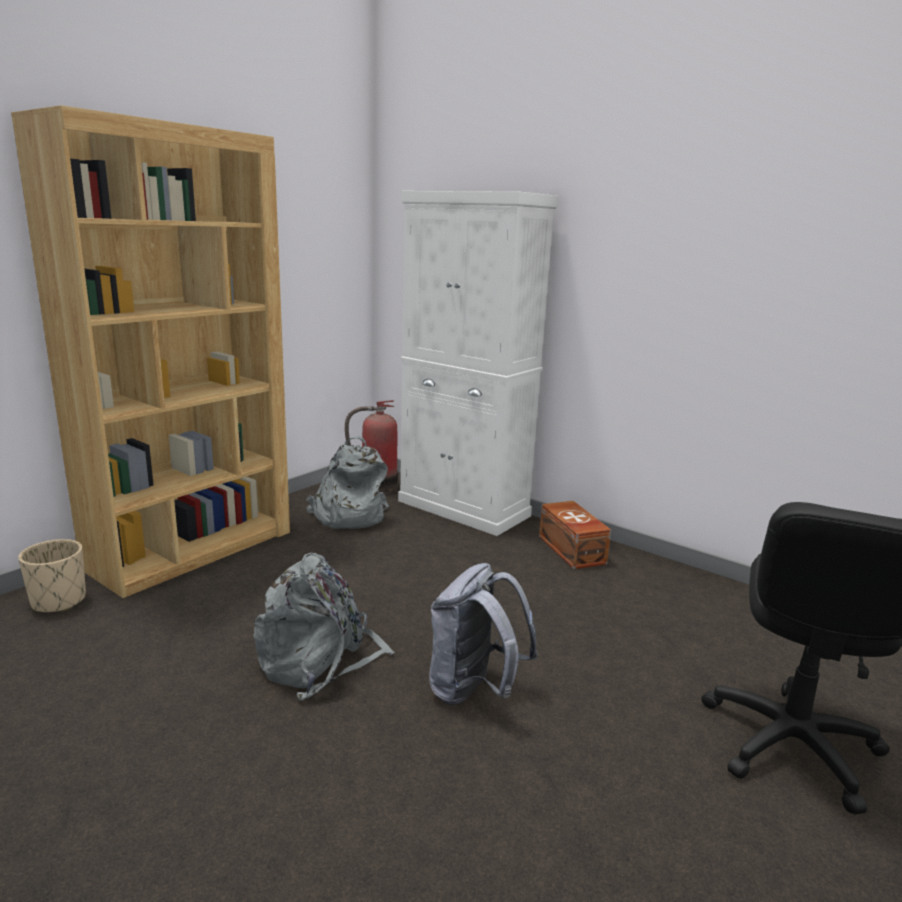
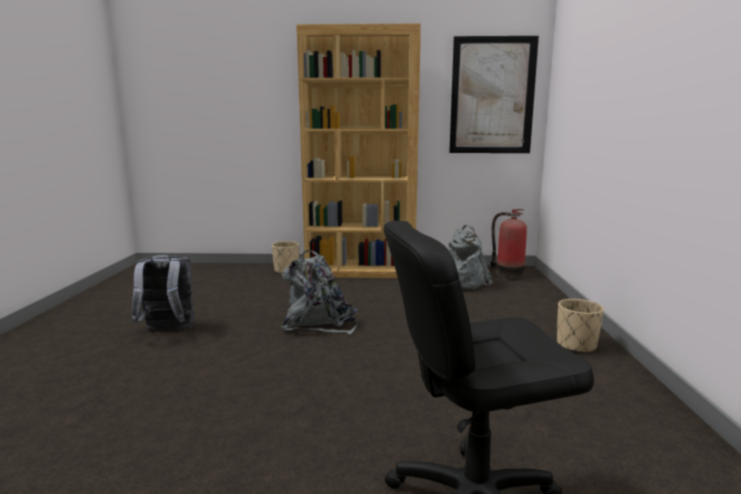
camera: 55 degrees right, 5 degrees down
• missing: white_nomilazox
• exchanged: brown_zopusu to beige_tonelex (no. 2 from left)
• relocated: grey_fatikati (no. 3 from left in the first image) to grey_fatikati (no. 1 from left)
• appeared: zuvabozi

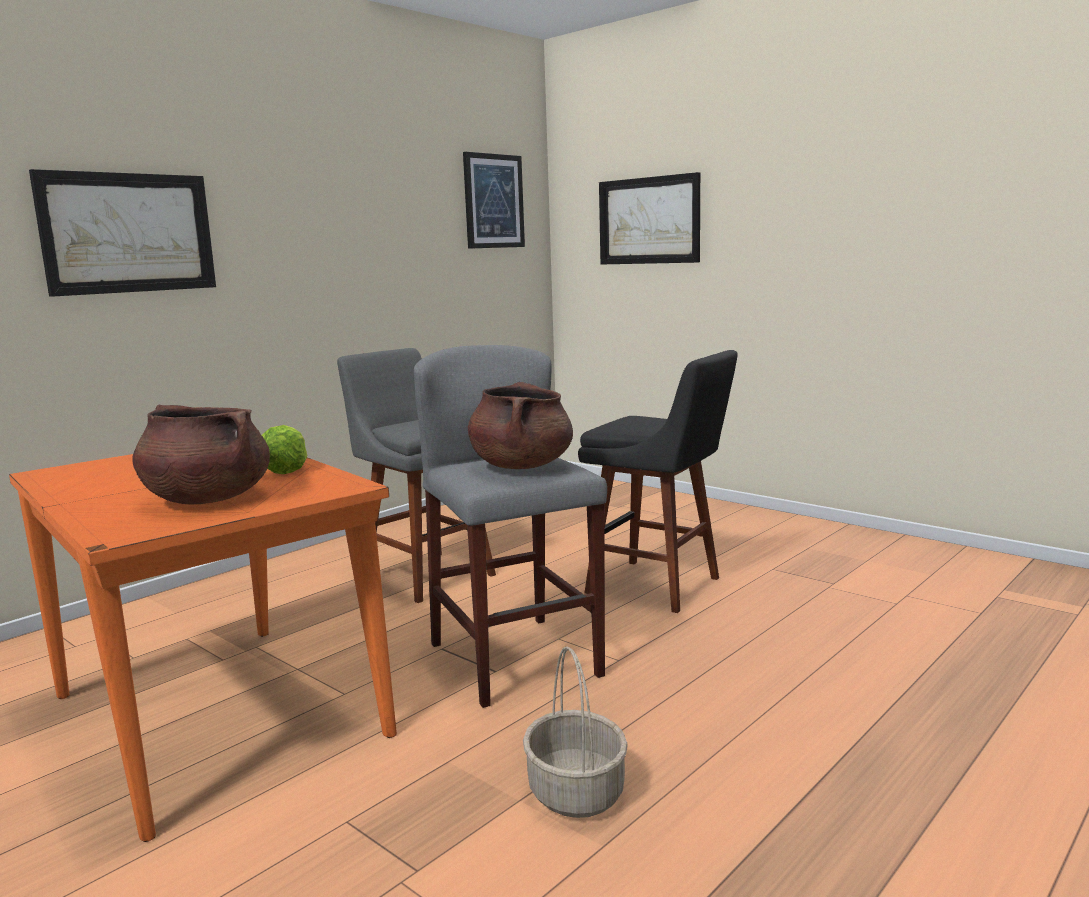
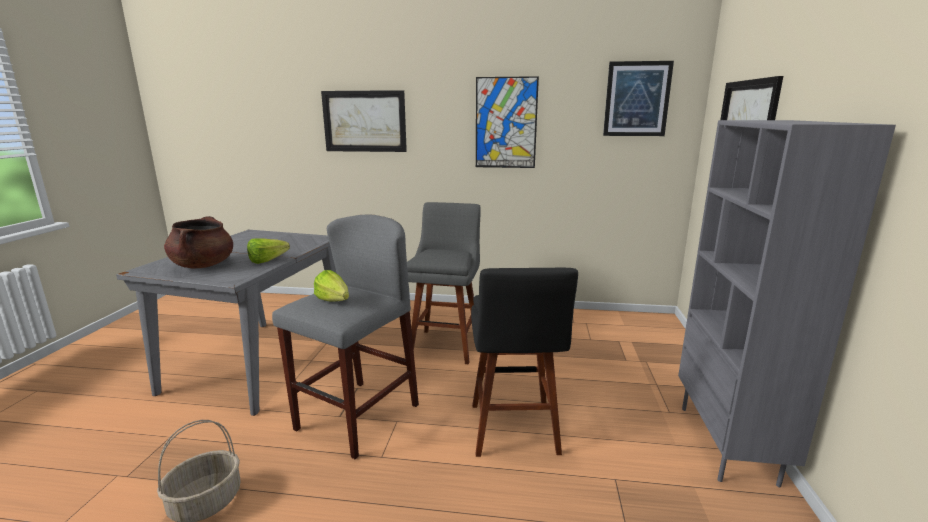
camera: 55 degrees right, 5 degrees up
• exchanged: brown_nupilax (no. 2 from left) to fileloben (no. 2 from left)
• colour: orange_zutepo to grey_zutepo
• appeared: zuvabozi (no. 2 from left)
• appeared: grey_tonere

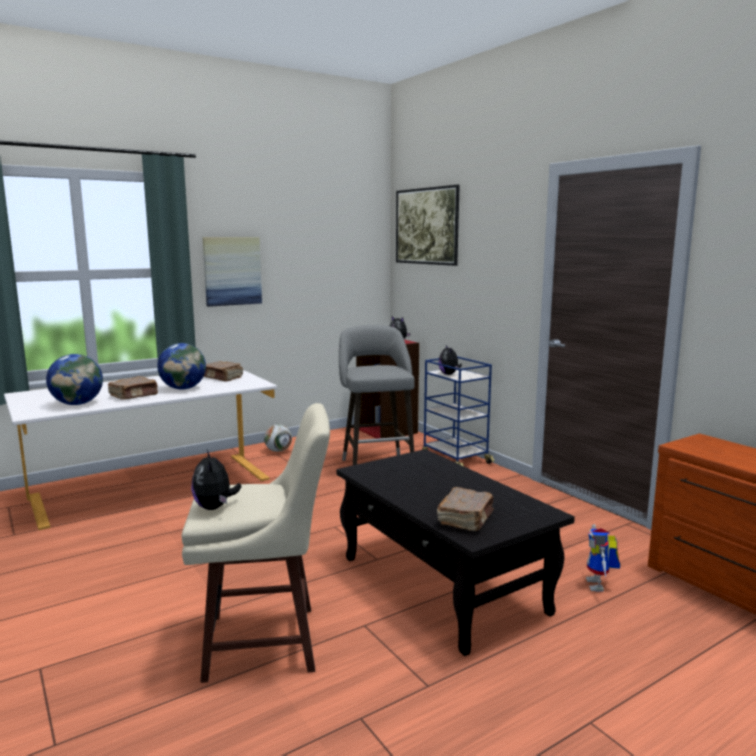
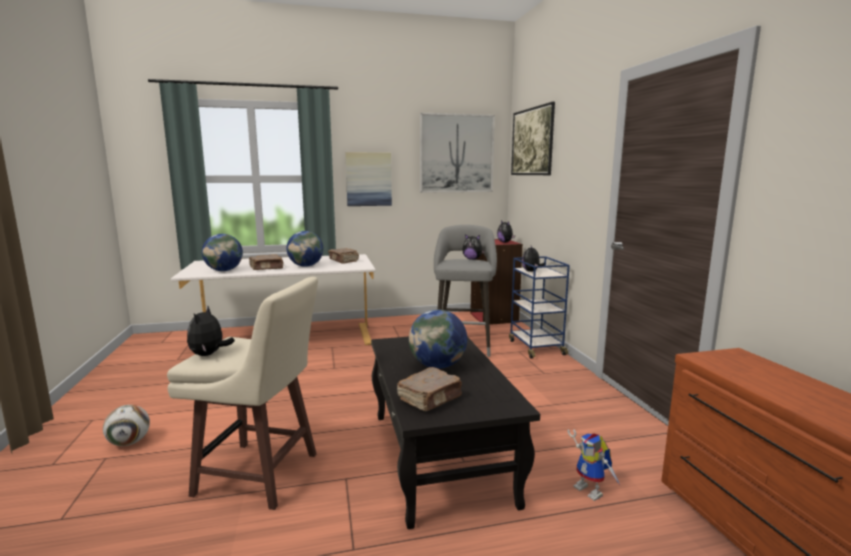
camera: 20 degrees right, 0 degrees up
• relocated: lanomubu
• spun: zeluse 60 degrees counterclockwise
• appeared: zuvabozi (no. 2 from left)
• appeared: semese (no. 2 from left)
• appeared: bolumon (no. 3 from left)

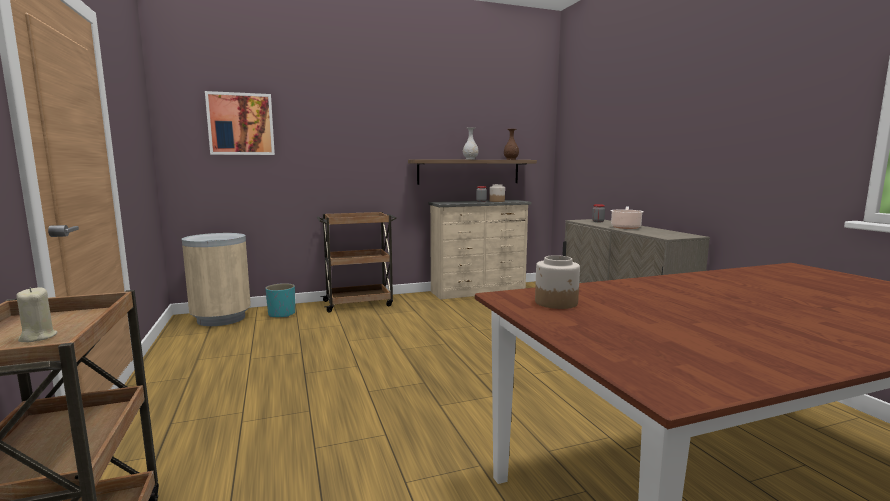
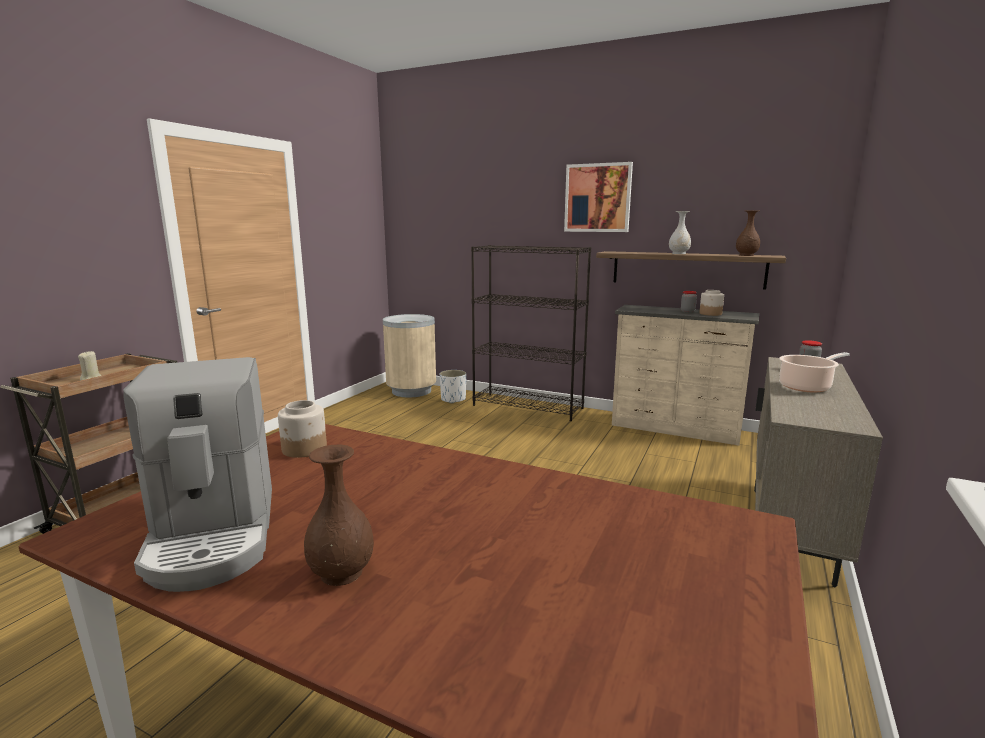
camera: 45 degrees right, 5 degrees up
• relocated: zuvabozi
• exchanged: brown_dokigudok (no. 2 from left) to black_tonere
• colour: turquoise_tonelex to white_tonelex
• appeared: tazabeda
• appeared: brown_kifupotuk (no. 1 from left)

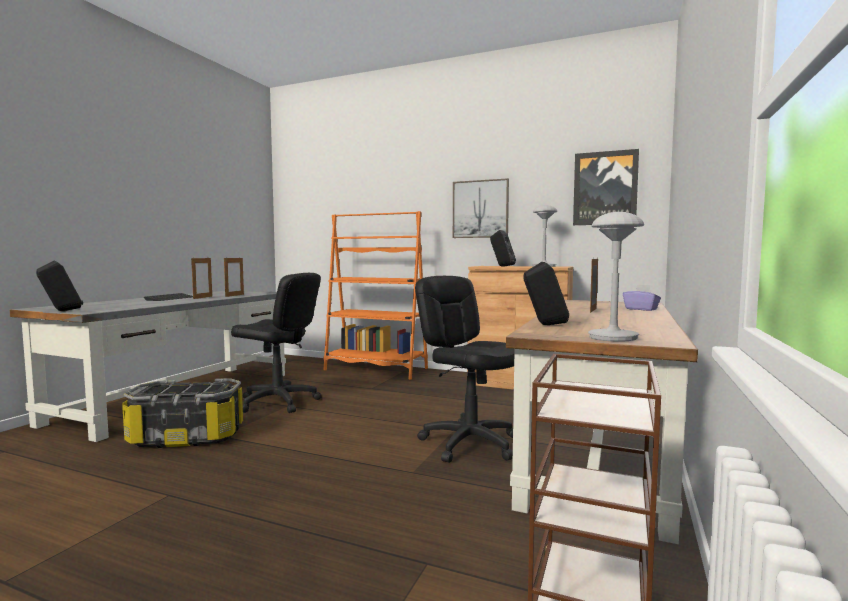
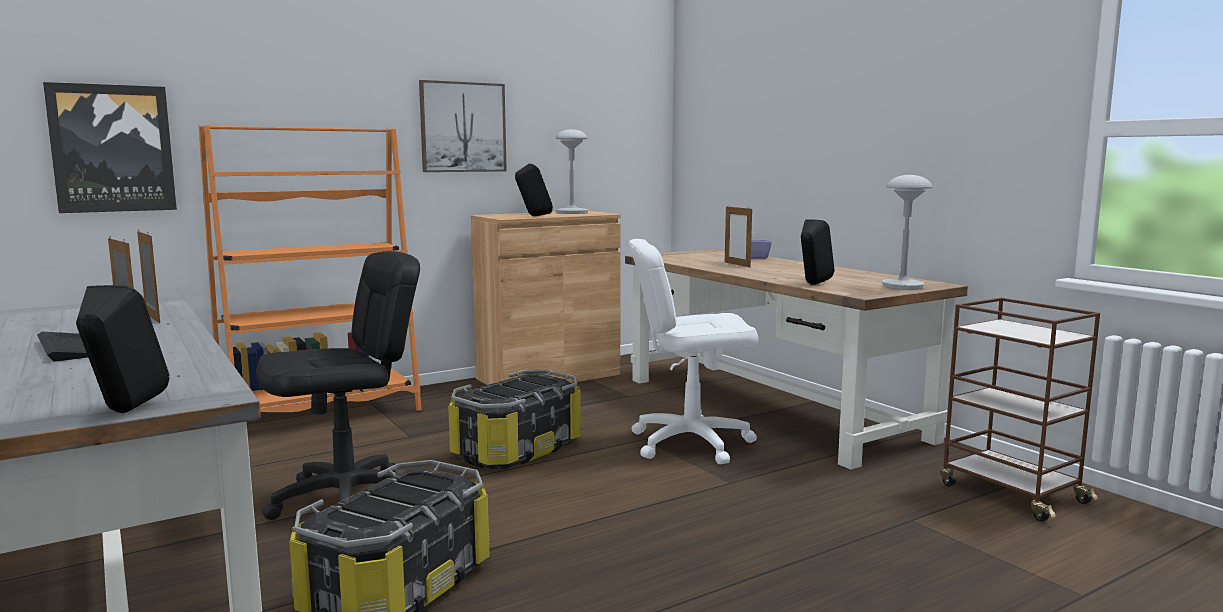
camera: 55 degrees left, 5 degrees up
• relocated: zuvabozi (no. 2 from left in the first image) to zuvabozi (no. 1 from left)
• colour: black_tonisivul (no. 2 from left) to white_tonisivul
• appeared: zopusu (no. 2 from left)

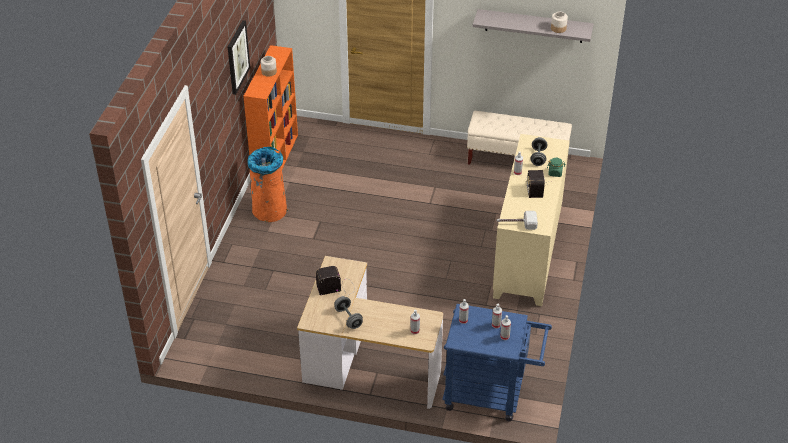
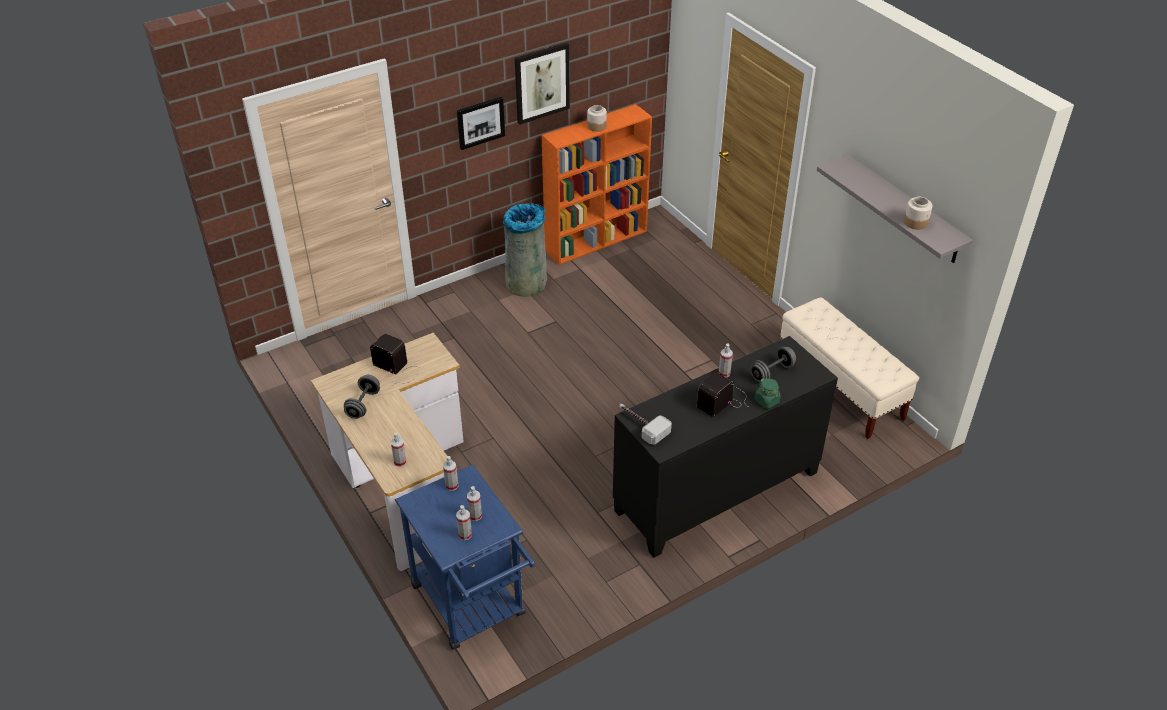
camera: 45 degrees right, 0 degrees up
• colour: beige_nomilazox to black_nomilazox
• colour: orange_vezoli to grey_vezoli
• appeared: zuvabozi (no. 1 from left)

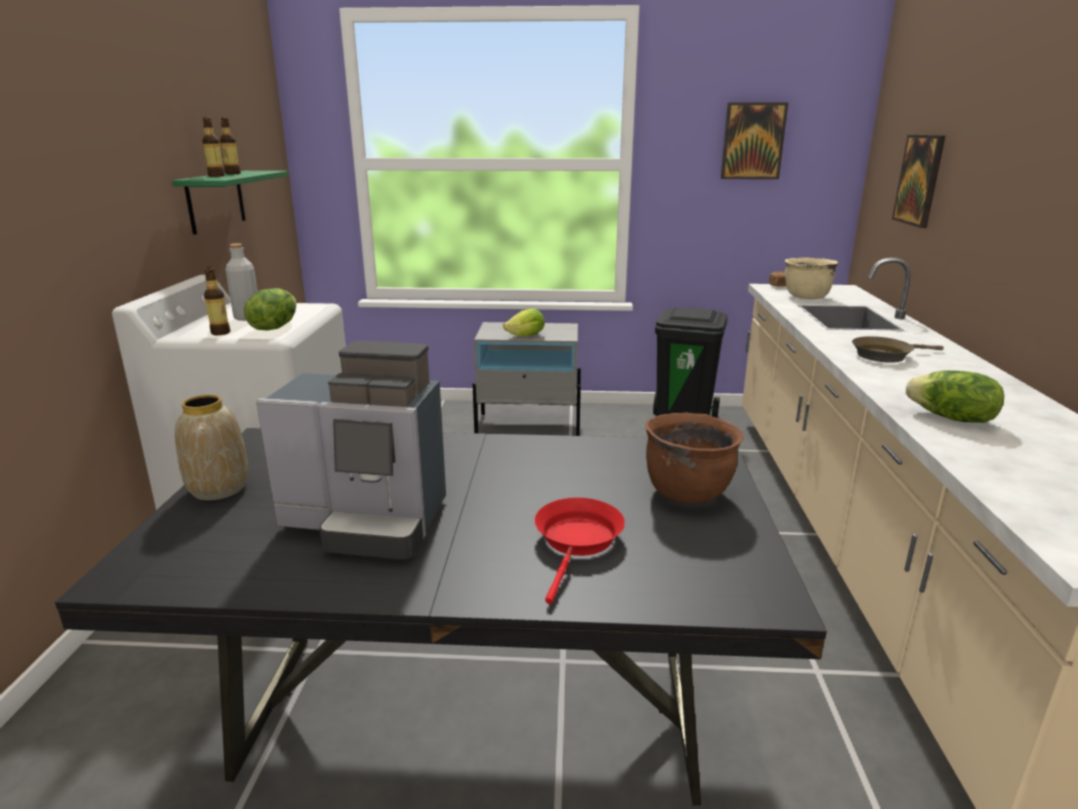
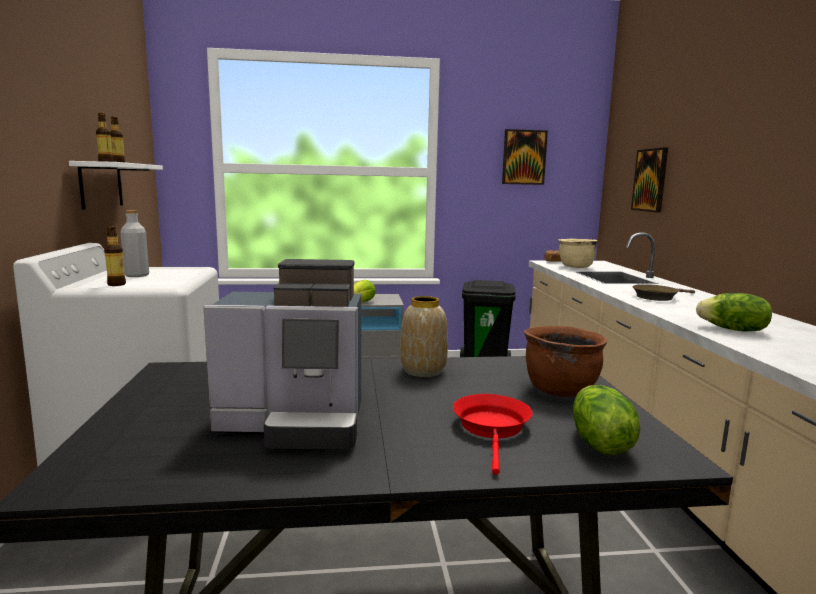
camera: 10 degrees left, 10 degrees down
• colour: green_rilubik to white_rilubik
• relocated: fileloben (no. 1 from left in the first image) to fileloben (no. 2 from left)
• relocated: kifupotuk

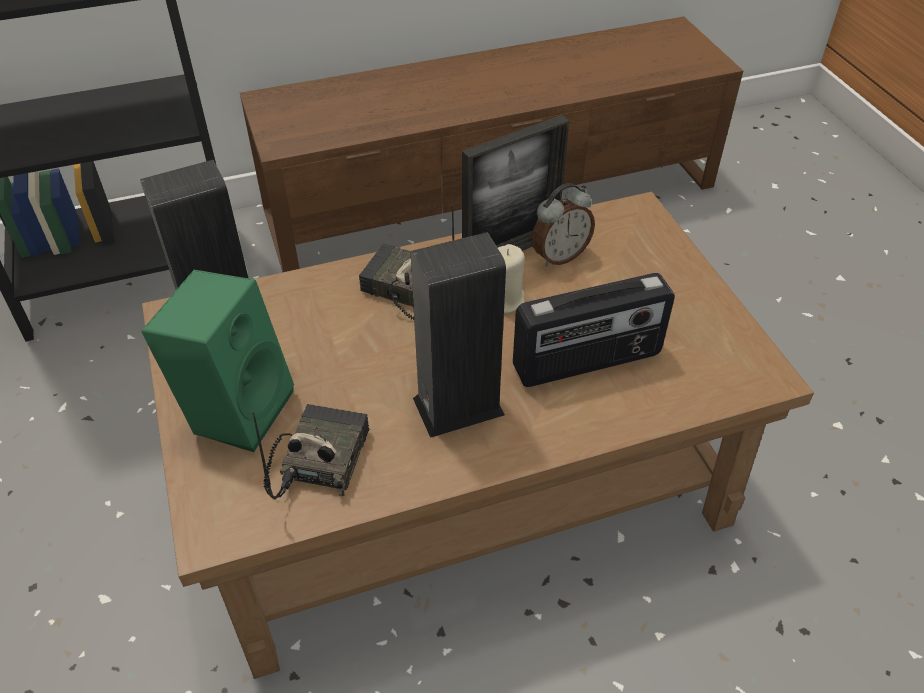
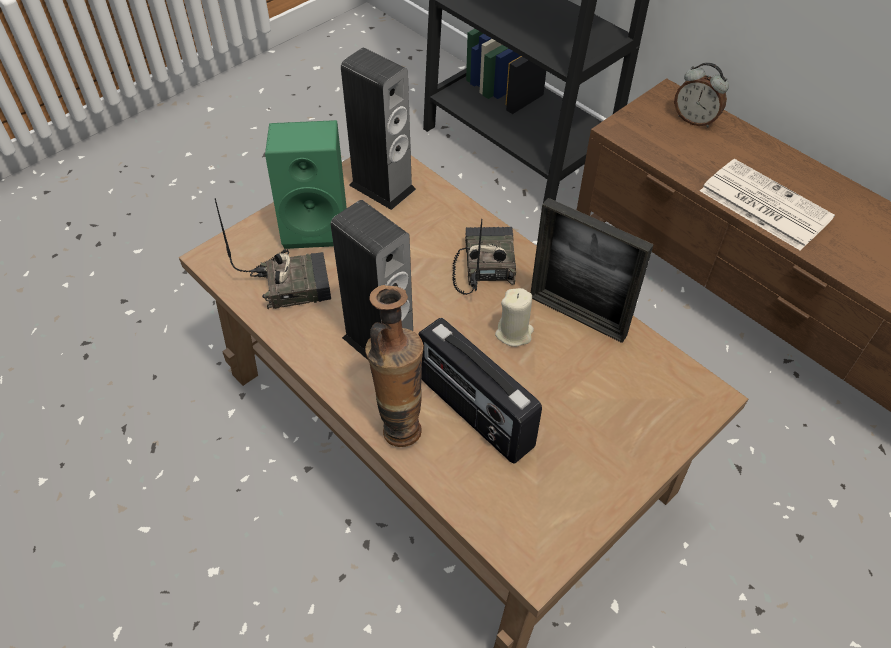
camera: 65 degrees right, 5 degrees up
• relocated: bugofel
• appeared: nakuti
• appeared: kifupotuk

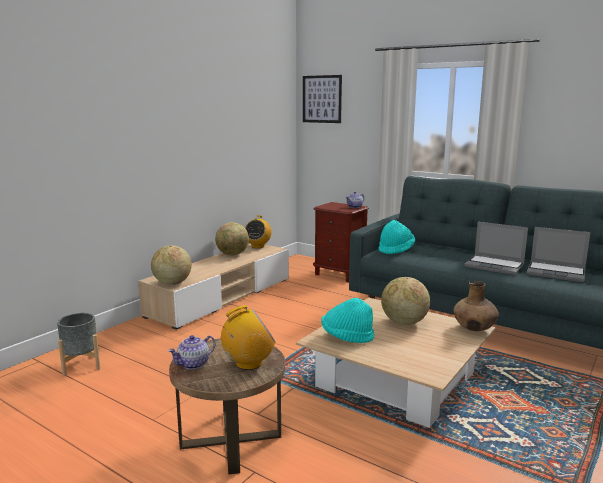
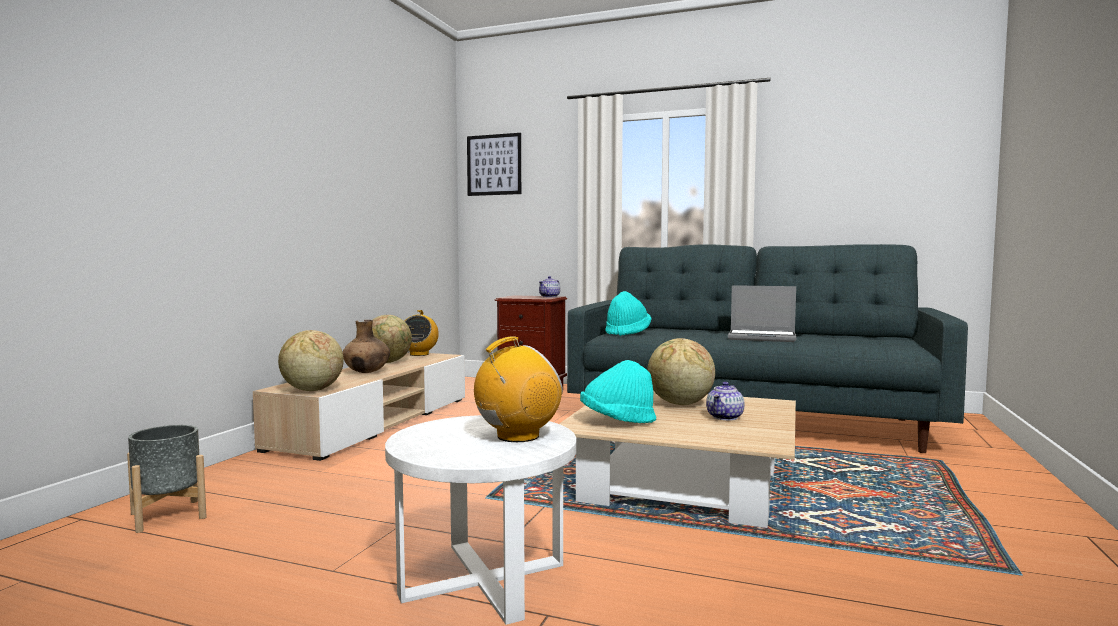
camera: 15 degrees left, 10 degrees down
• missing: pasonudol (no. 2 from left)
• relocated: brown_kifupotuk
• relocated: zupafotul (no. 1 from left in the first image) to zupafotul (no. 2 from left)
• colour: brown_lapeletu to white_lapeletu

